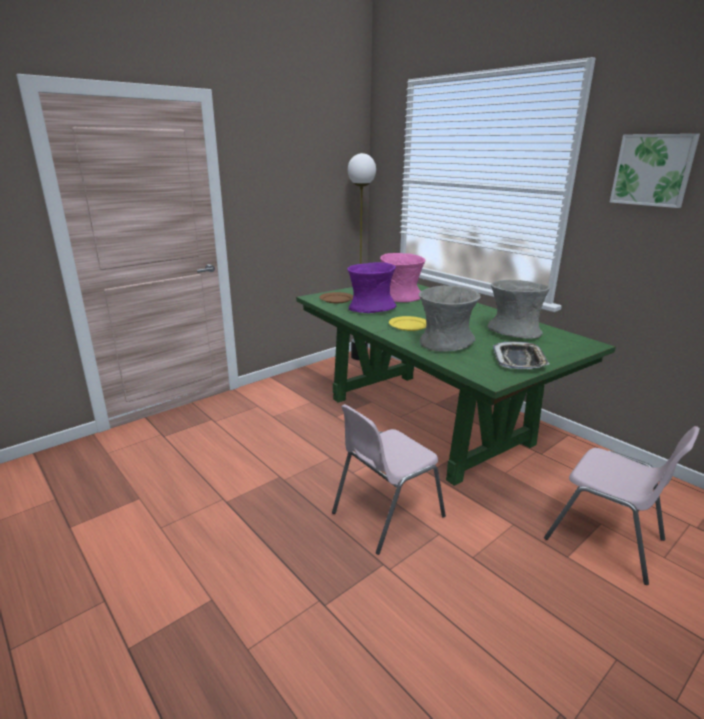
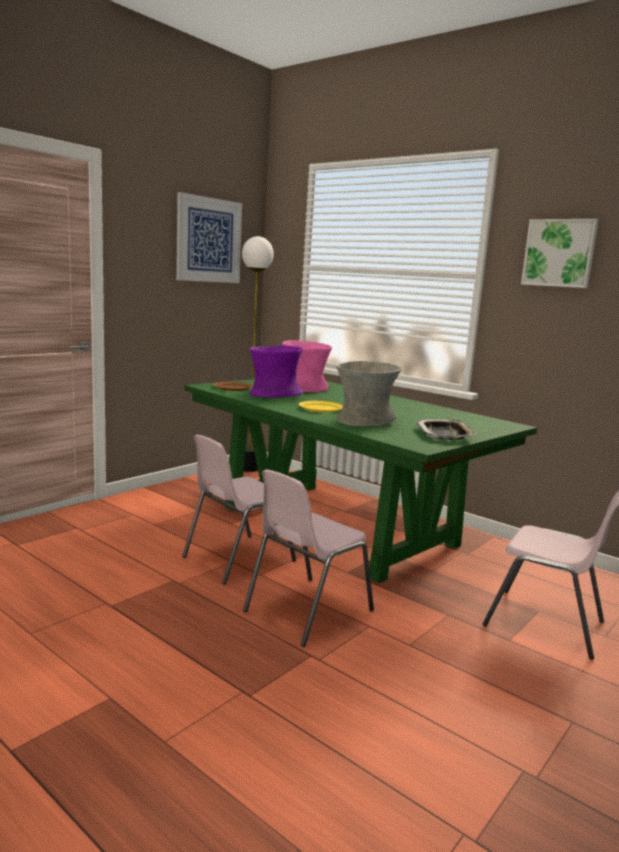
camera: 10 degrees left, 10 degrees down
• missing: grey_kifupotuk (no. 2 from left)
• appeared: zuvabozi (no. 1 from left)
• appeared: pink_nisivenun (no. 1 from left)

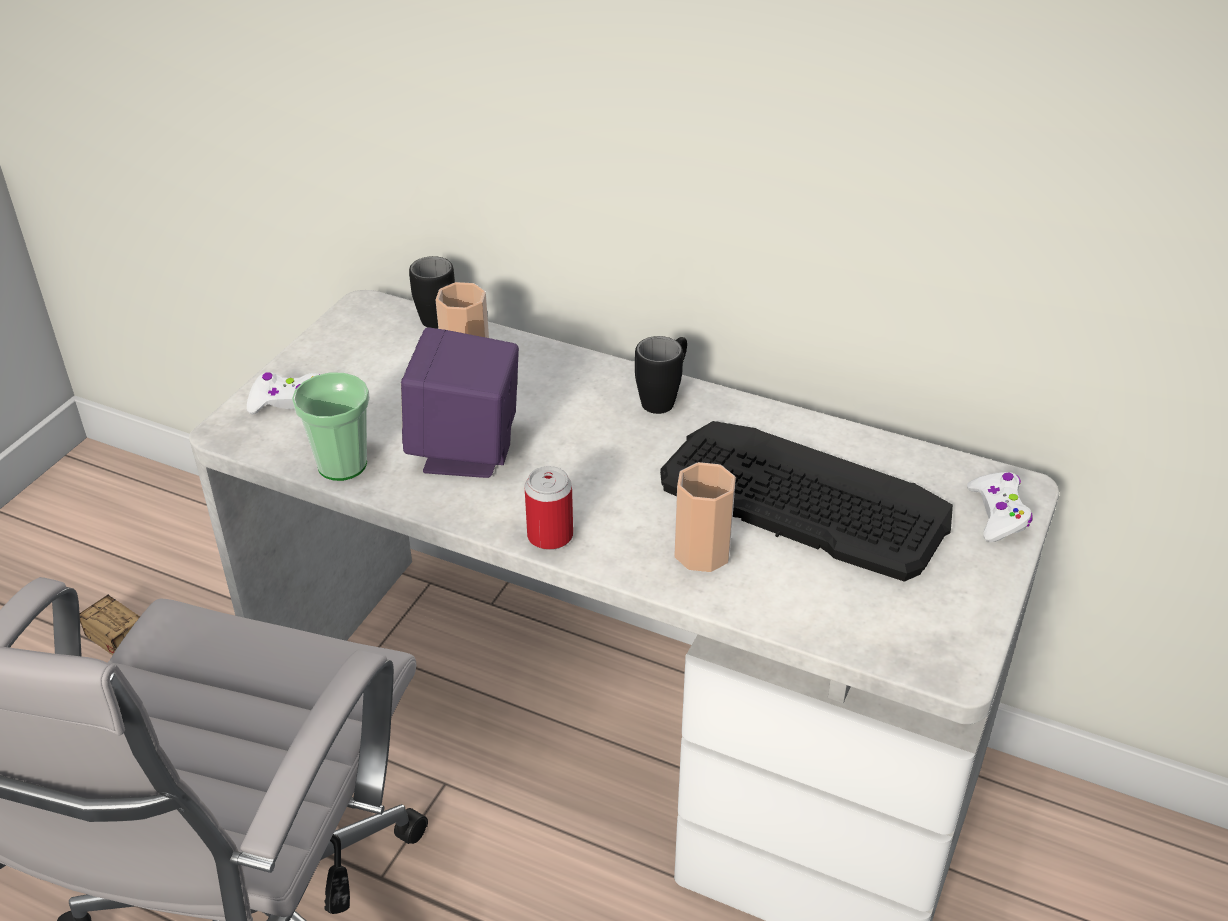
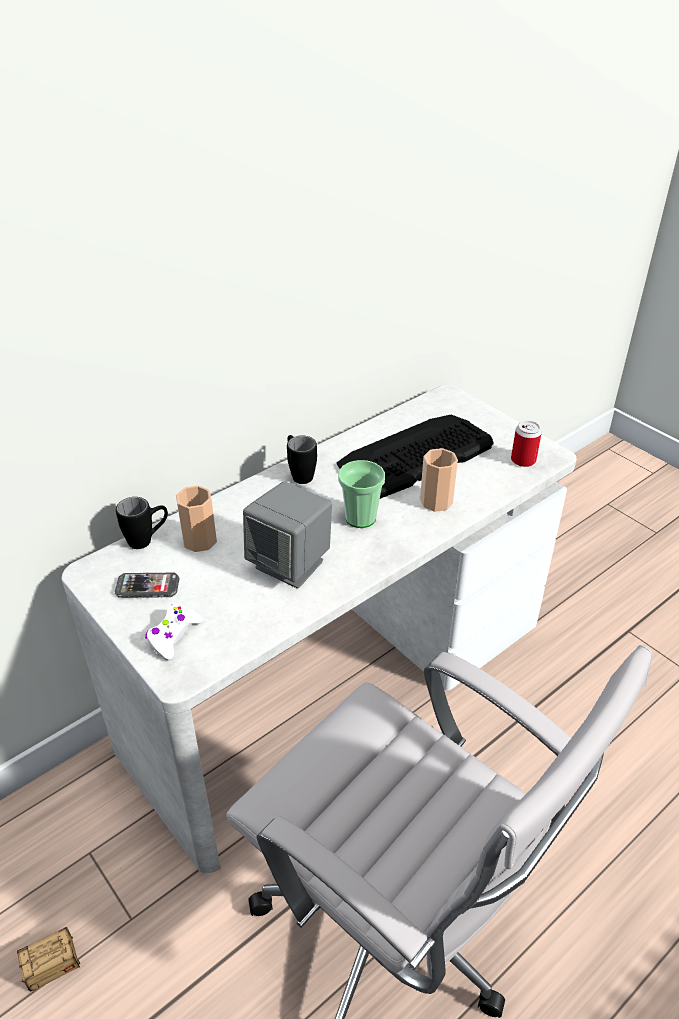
camera: 65 degrees left, 0 degrees up
• colour: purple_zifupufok to grey_zifupufok
• relocated: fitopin (no. 1 from left in the first image) to fitopin (no. 2 from left)
• relocated: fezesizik
• missing: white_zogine (no. 2 from left)
• appeared: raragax

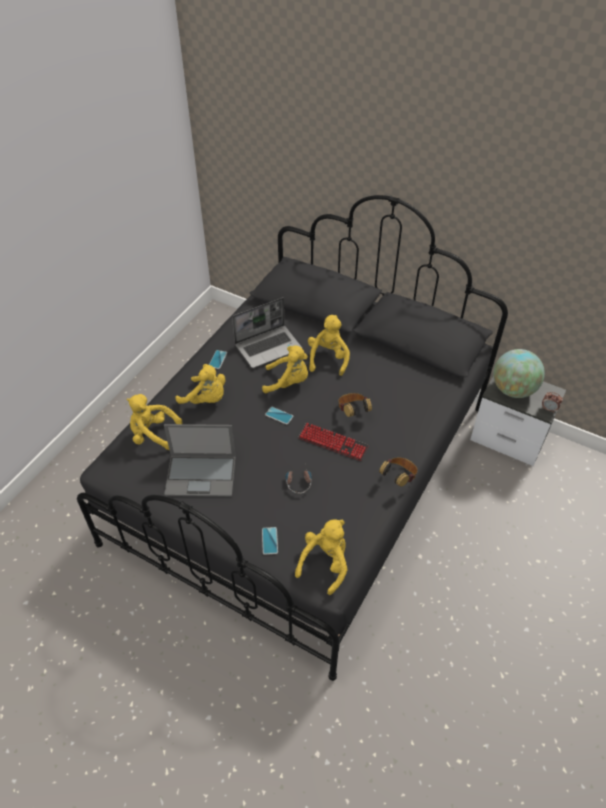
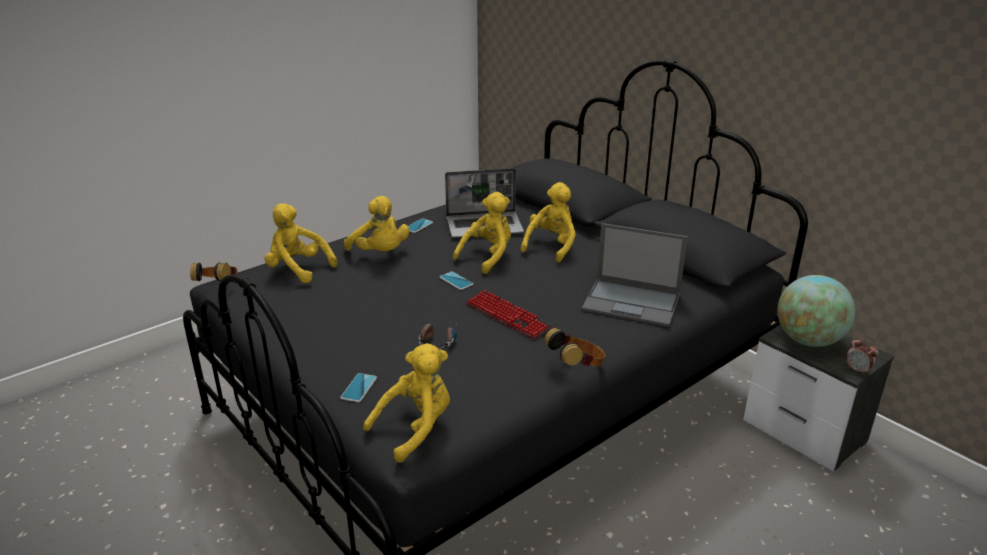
camera: 20 degrees right, 20 degrees down
• spun: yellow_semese (no. 3 from left in the first image) 75 degrees counterclockwise
• relocated: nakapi (no. 2 from left in the first image) to nakapi (no. 1 from left)
• relocated: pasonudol (no. 1 from left in the first image) to pasonudol (no. 2 from left)

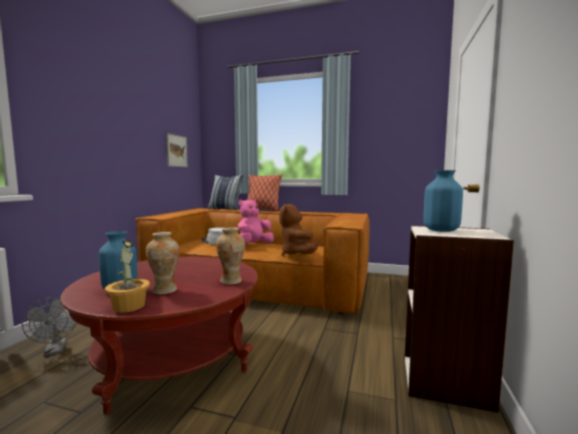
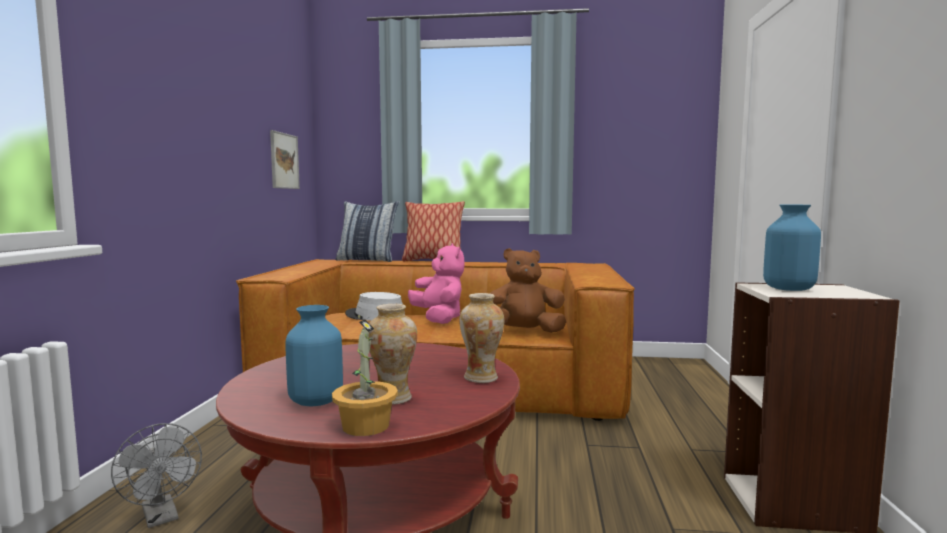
camera: 10 degrees left, 0 degrees up
• spun: pink_semese 120 degrees clockwise
• spun: brown_semese 105 degrees clockwise

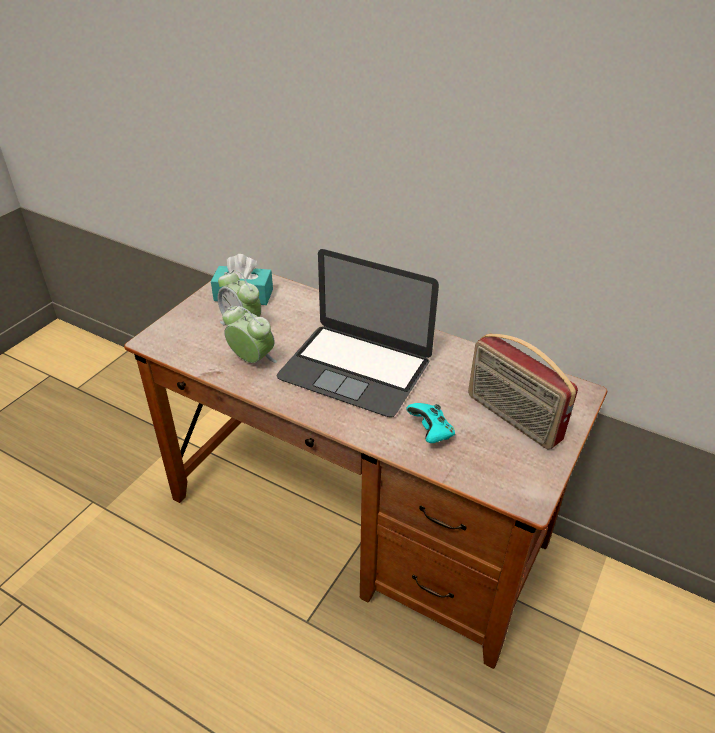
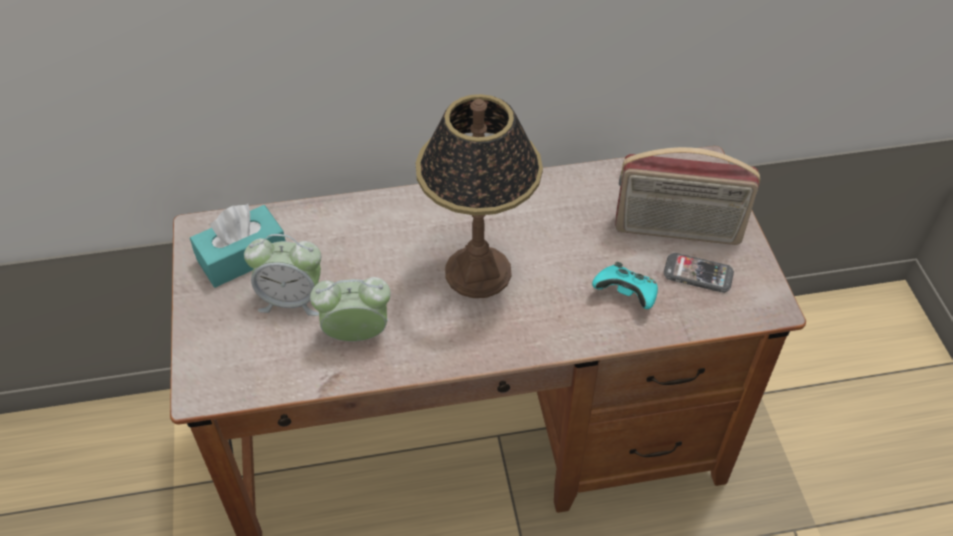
camera: 40 degrees left, 10 degrees up
• exchanged: pasonudol to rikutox
• appeared: raragax

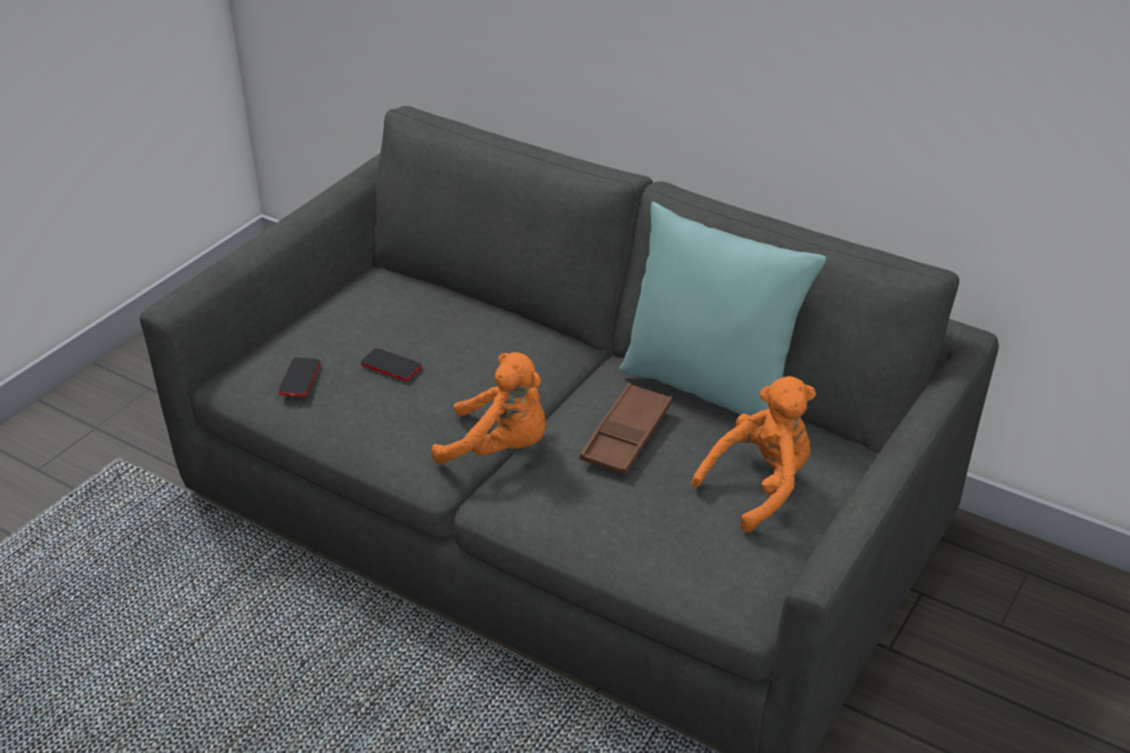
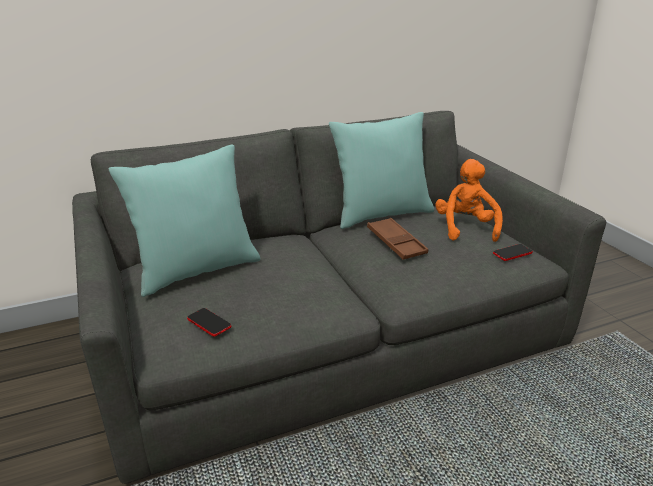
camera: 55 degrees left, 10 degrees down
• relocated: raragax (no. 2 from left)
• missing: orange_semese (no. 1 from left)
• appeared: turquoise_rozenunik (no. 1 from left)

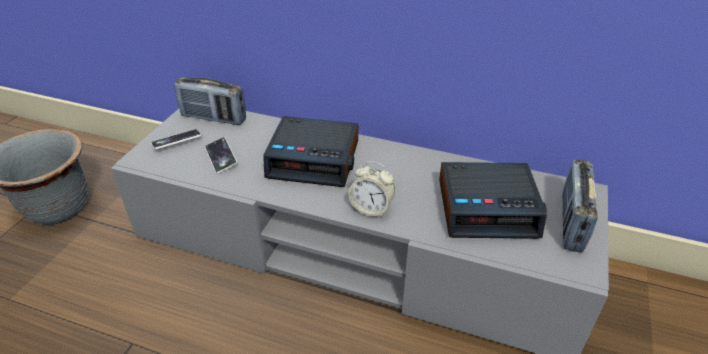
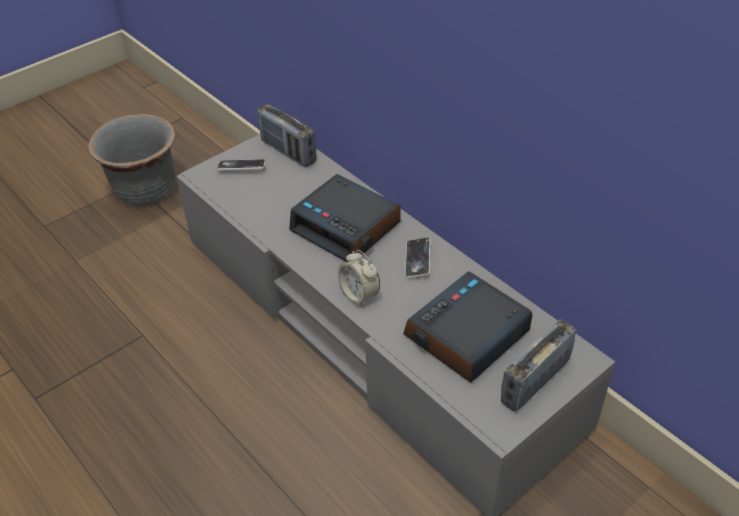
camera: 30 degrees right, 5 degrees up
• relocated: raragax (no. 2 from left)
• spun: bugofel (no. 3 from left) 105 degrees clockwise

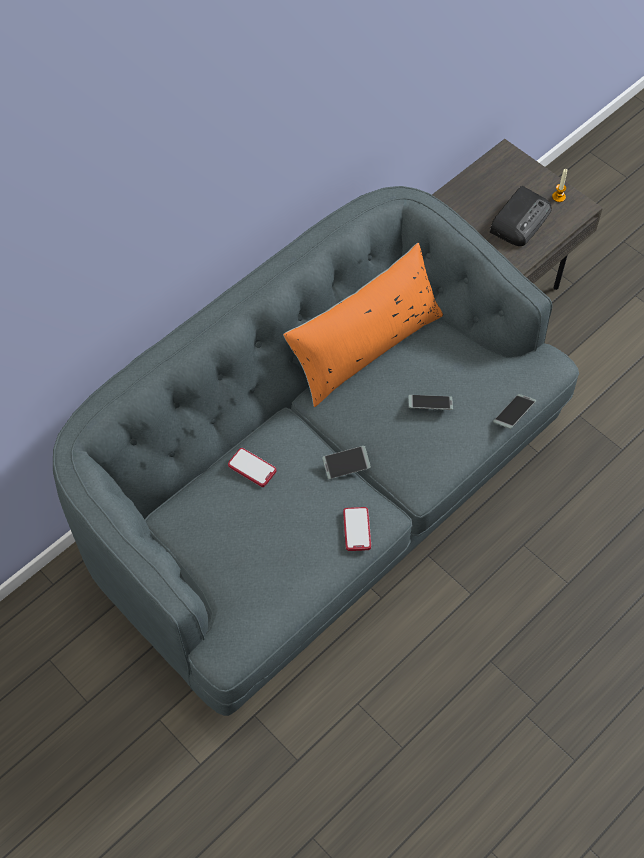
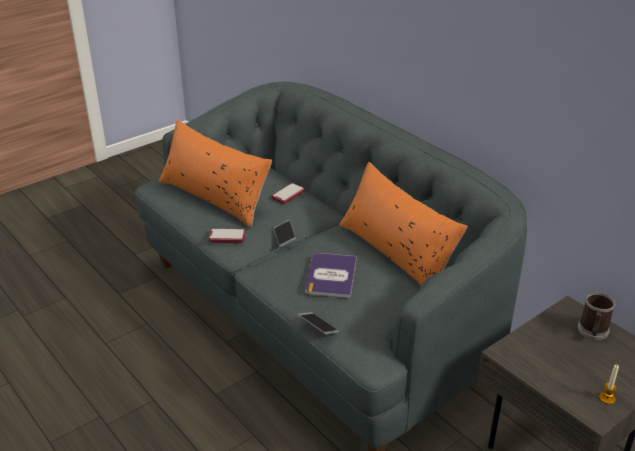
camera: 95 degrees right, 25 degrees down
• missing: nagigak
• exchanged: raragax (no. 4 from left) to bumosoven
• appeared: orange_rozenunik (no. 1 from left)
• appeared: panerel

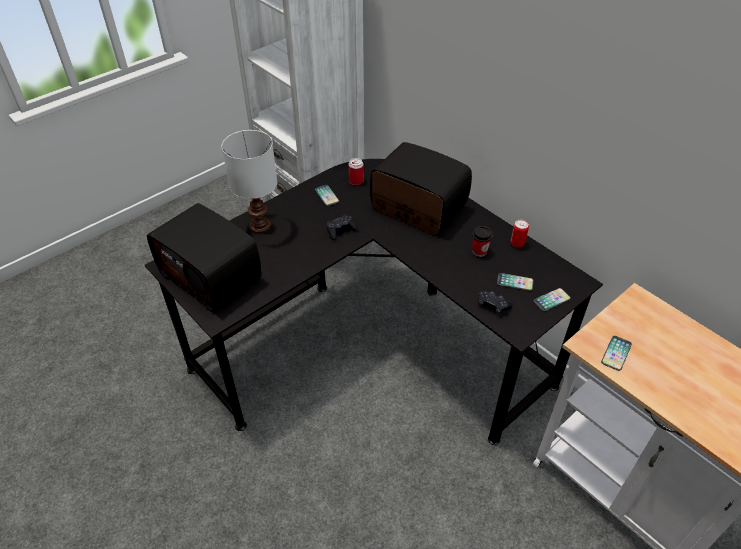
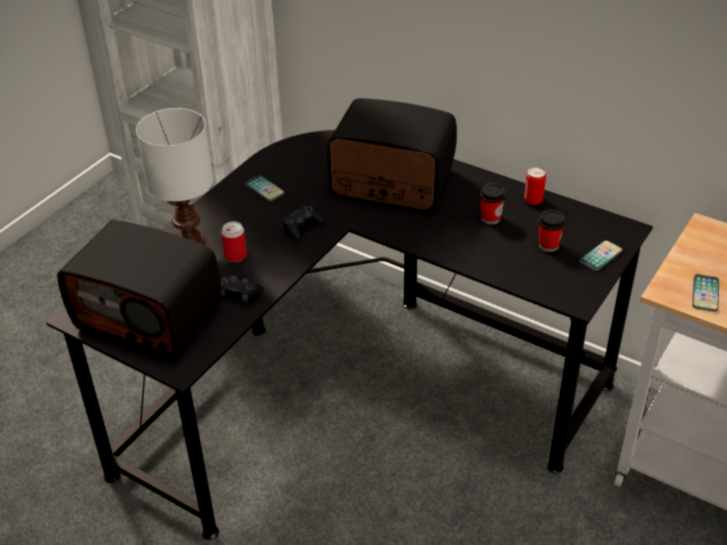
camera: 15 degrees left, 5 degrees down
• relocated: fezesizik (no. 1 from left)
• exchanged: raragax (no. 2 from left) to fitopin (no. 2 from left)
• relocated: black_zogine (no. 2 from left in the first image) to black_zogine (no. 1 from left)

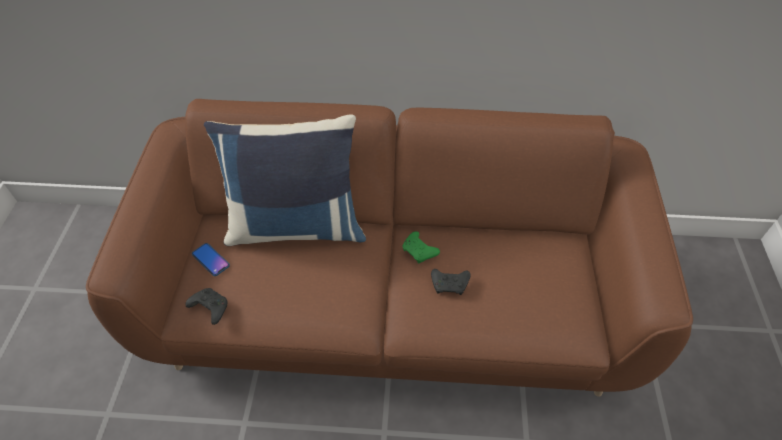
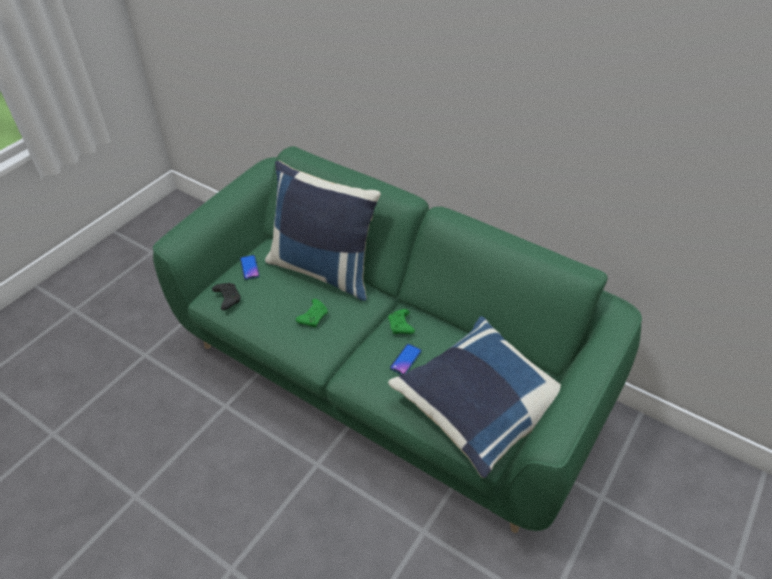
camera: 30 degrees right, 5 degrees down
• colour: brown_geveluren to green_geveluren
• exchanged: black_zogine (no. 2 from left) to raragax (no. 2 from left)
• appeared: green_zogine (no. 1 from left)
• appeared: blue_rozenunik (no. 2 from left)

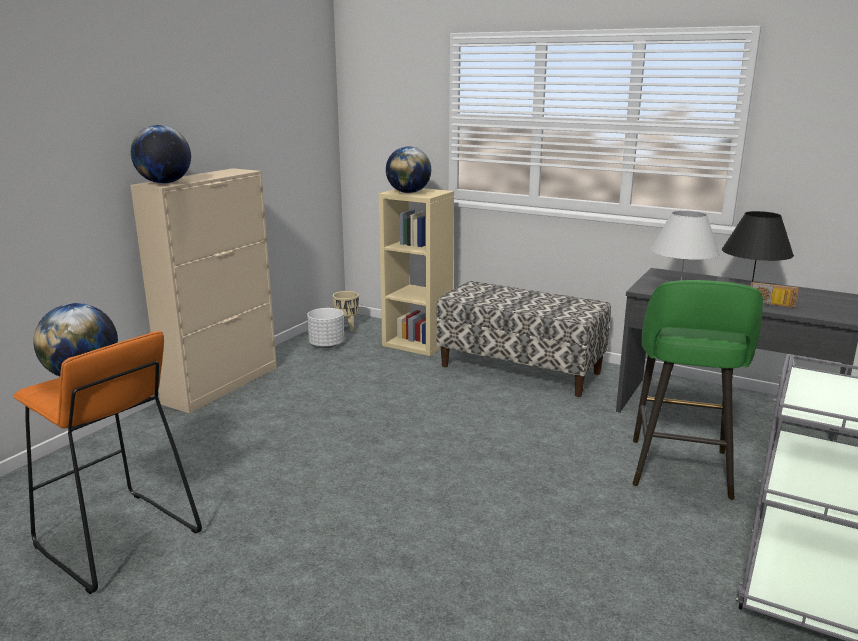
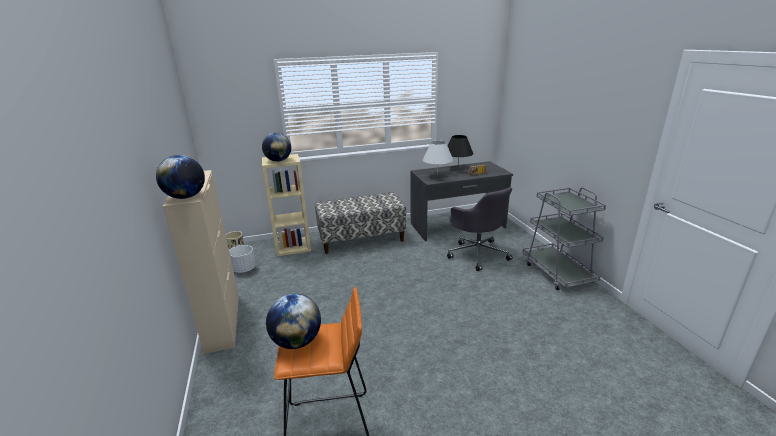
camera: 45 degrees left, 5 degrees up
• exchanged: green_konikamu to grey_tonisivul

